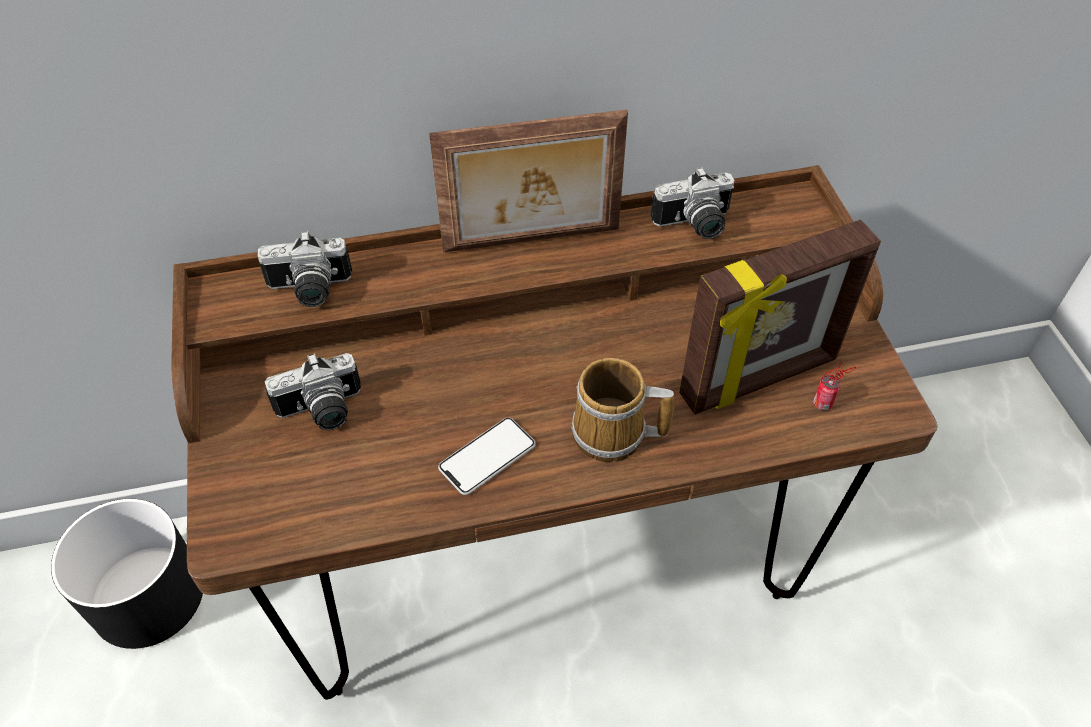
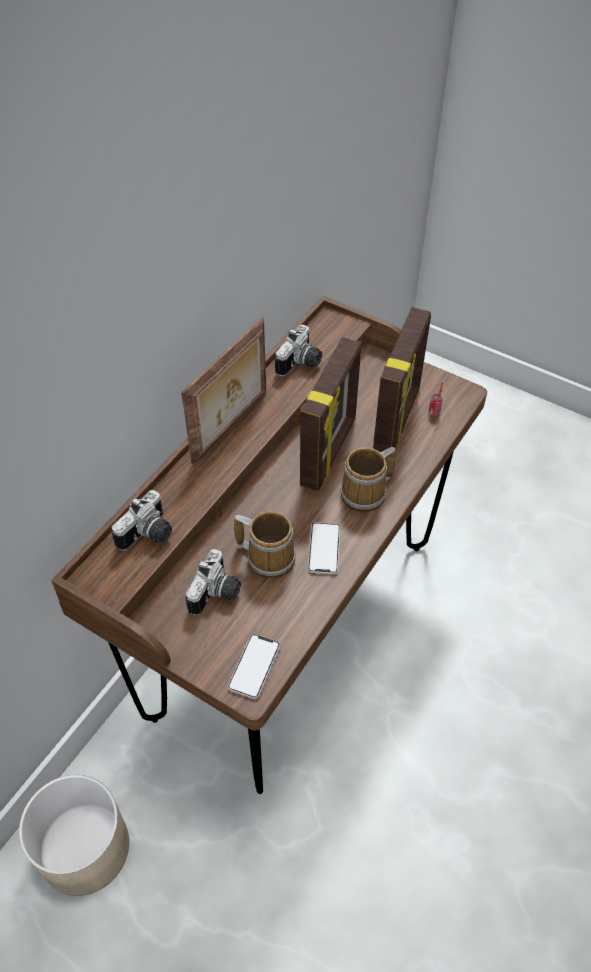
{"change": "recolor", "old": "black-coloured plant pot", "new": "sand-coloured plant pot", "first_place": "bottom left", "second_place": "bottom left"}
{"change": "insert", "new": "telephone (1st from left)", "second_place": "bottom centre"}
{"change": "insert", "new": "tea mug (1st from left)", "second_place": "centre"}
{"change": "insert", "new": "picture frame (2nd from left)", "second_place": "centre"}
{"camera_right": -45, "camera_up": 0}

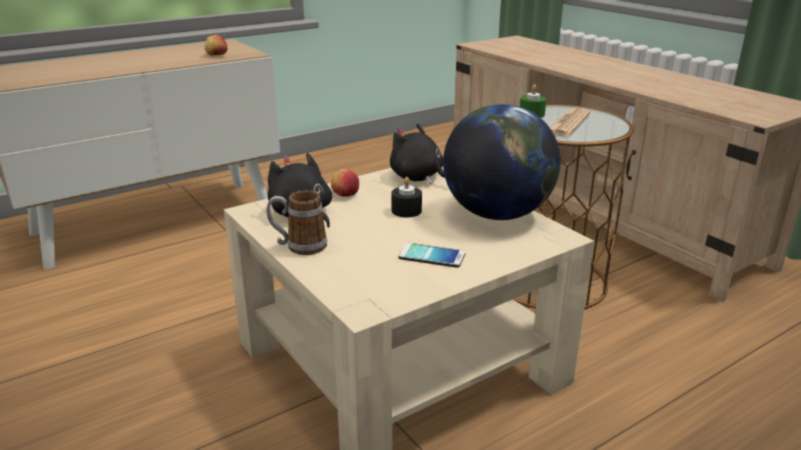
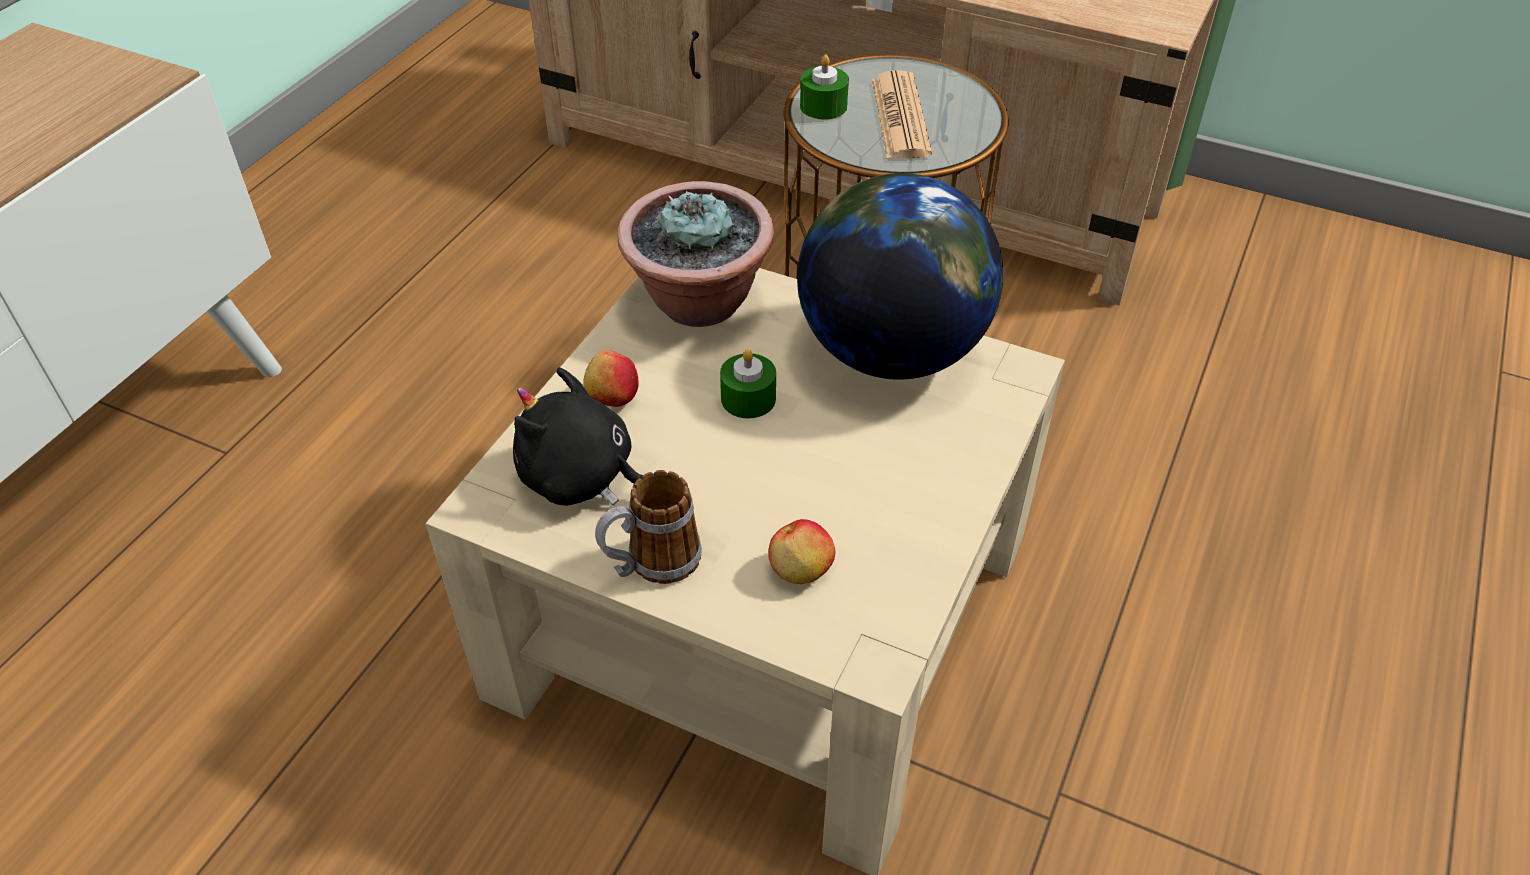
{"change": "move", "old": "apple fruit (1st from left in the first image)", "new": "apple fruit (2nd from left)", "first_place": "top left", "second_place": "centre"}
{"change": "replace", "old": "black-coloured plush toy (2nd from left)", "new": "plant in a pot", "first_place": "centre", "second_place": "top centre"}
{"change": "recolor", "old": "black-coloured wax light", "new": "greenish wax light (1st from left)", "first_place": "centre", "second_place": "centre"}
{"change": "delete", "old": "telephone", "first_place": "centre"}
{"camera_right": -30, "camera_up": 20}

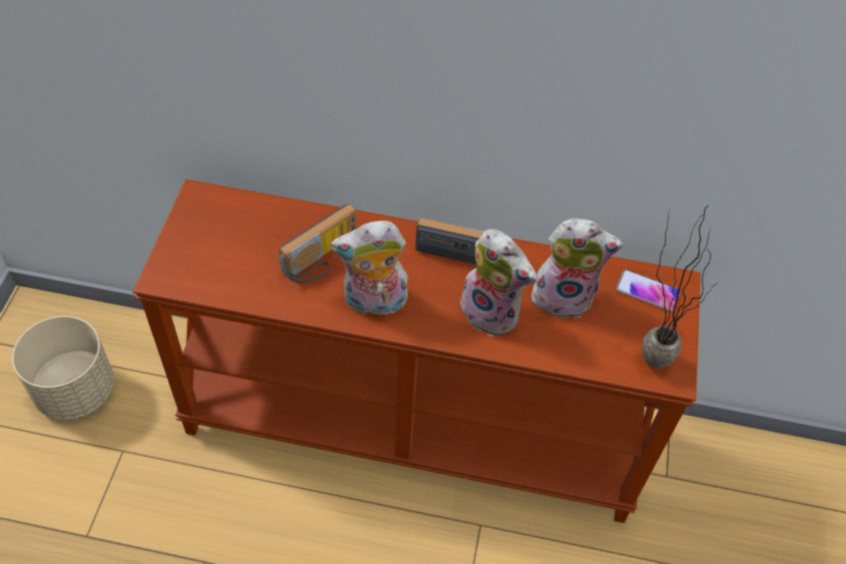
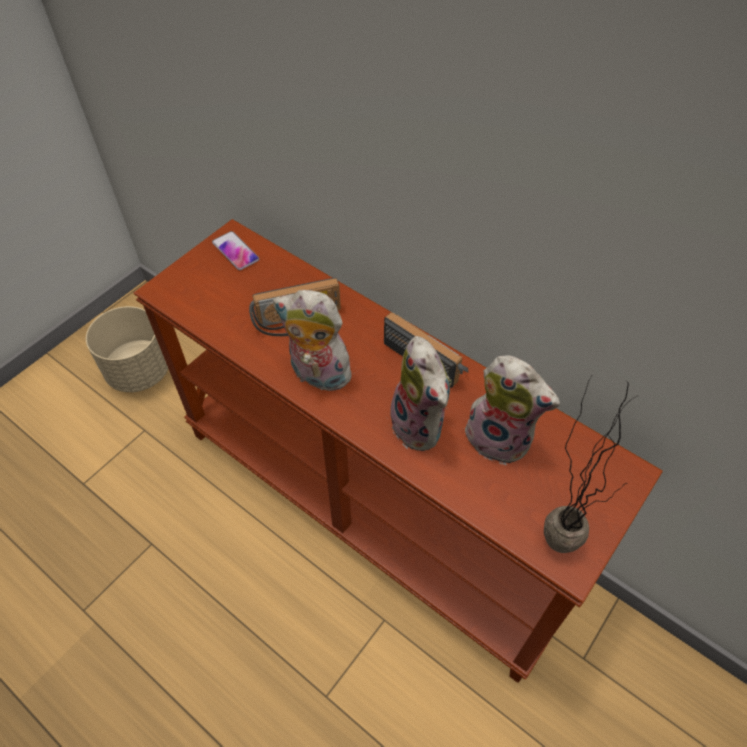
{"change": "move", "old": "telephone", "first_place": "middle right", "second_place": "middle left"}
{"camera_right": 30, "camera_up": 0}

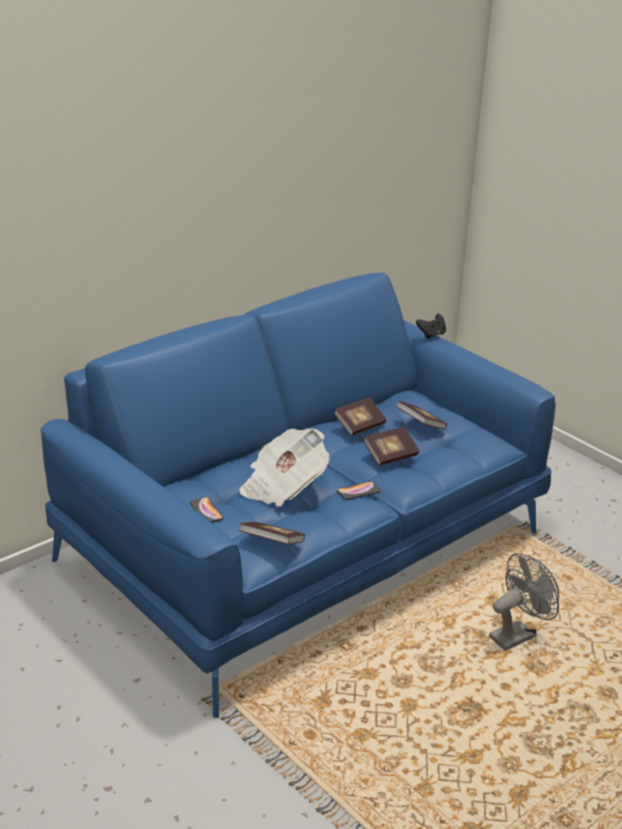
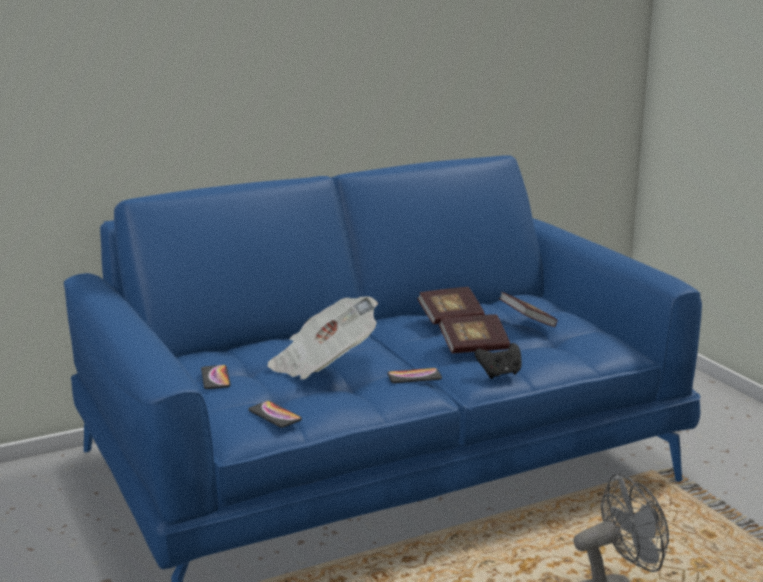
{"change": "replace", "old": "volume (1st from left)", "new": "telephone (2nd from left)", "first_place": "centre", "second_place": "bottom centre"}
{"change": "move", "old": "black-coloured game controller", "first_place": "middle right", "second_place": "centre"}
{"camera_right": 15, "camera_up": -10}

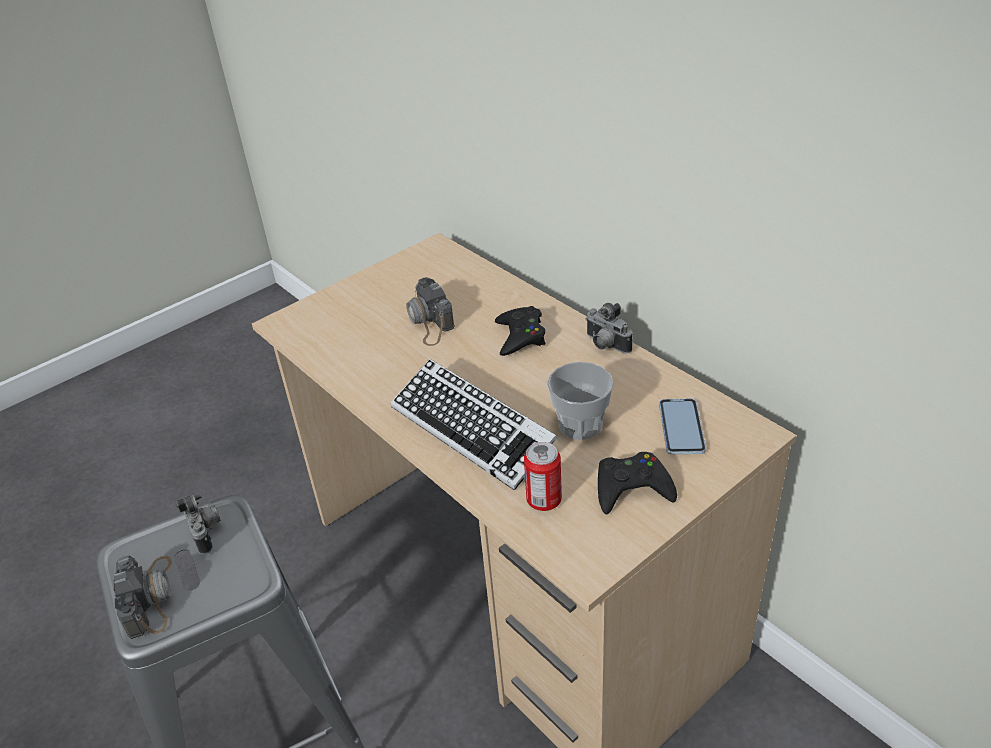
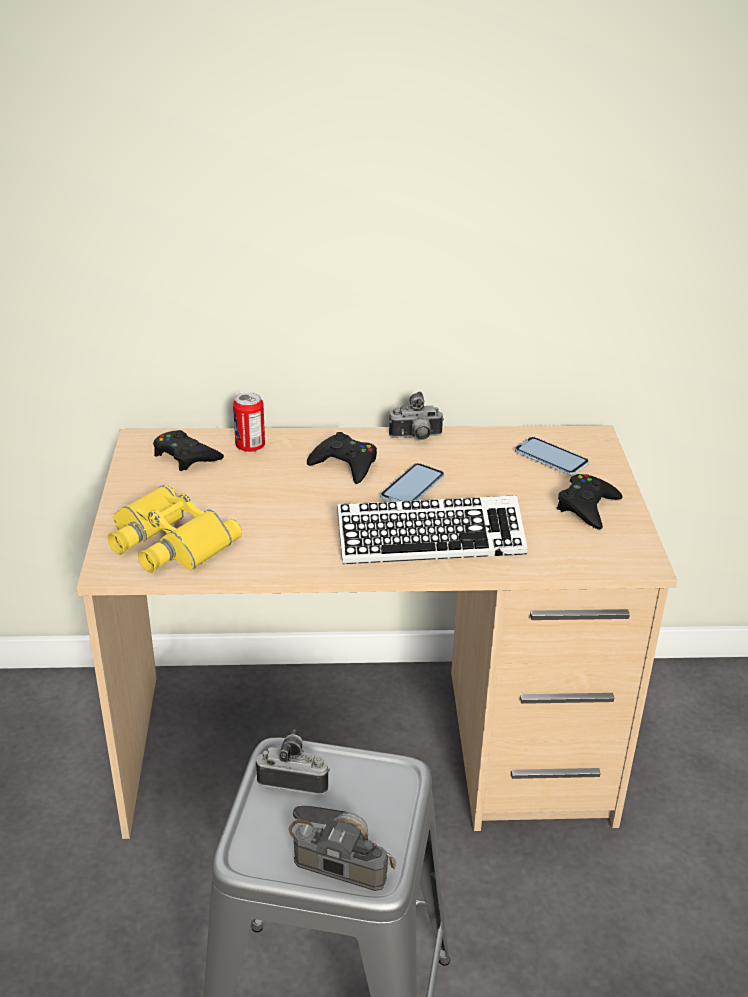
{"change": "delete", "old": "still camera (3rd from left)", "first_place": "centre"}
{"change": "move", "old": "can", "first_place": "centre", "second_place": "middle left"}
{"change": "delete", "old": "cup", "first_place": "centre"}
{"change": "insert", "new": "yellow-coloured binoculars", "second_place": "middle left"}
{"change": "insert", "new": "black-coloured game controller (1st from left)", "second_place": "middle left"}
{"change": "insert", "new": "telephone (1st from left)", "second_place": "centre"}
{"camera_right": -55, "camera_up": -5}

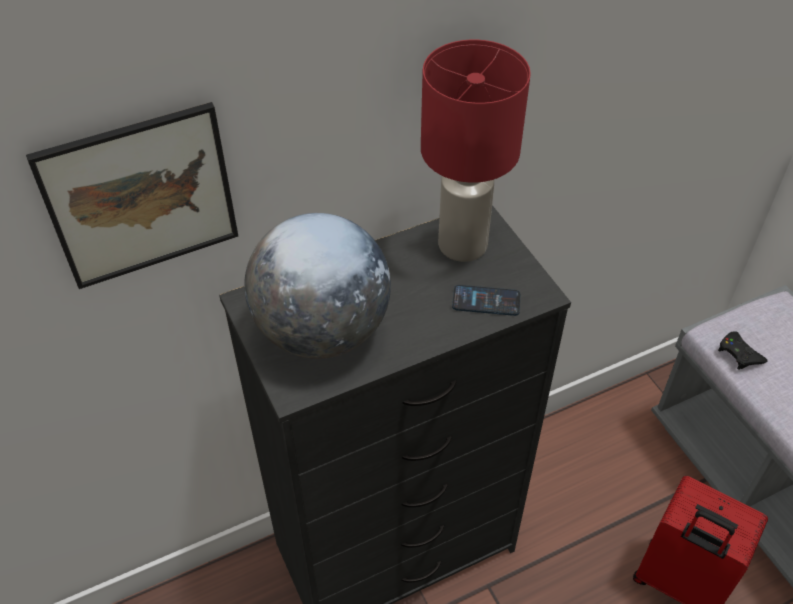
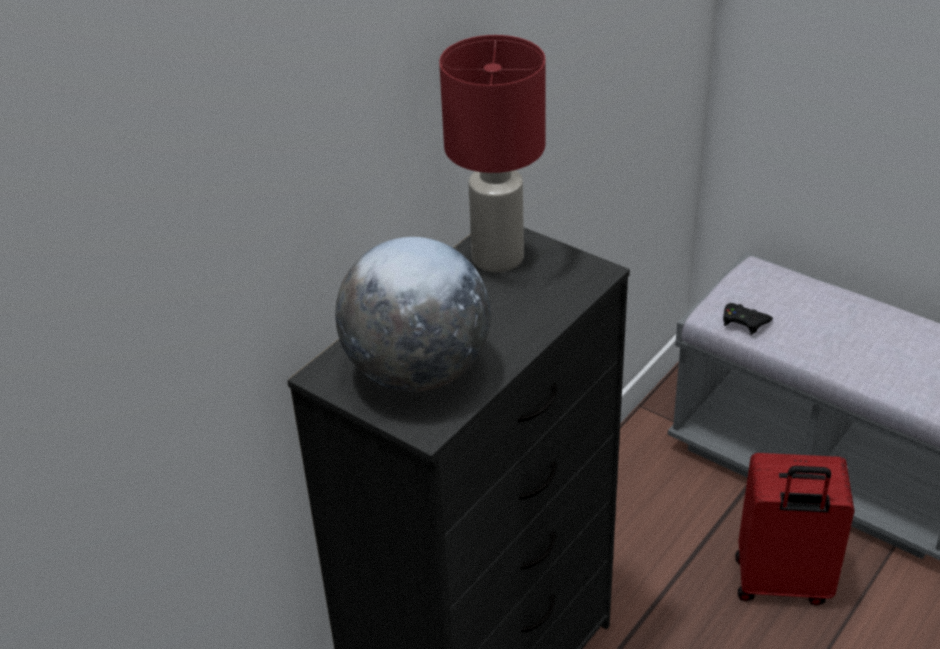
{"change": "delete", "old": "wall picture", "first_place": "top left"}
{"change": "delete", "old": "telephone", "first_place": "centre"}
{"camera_right": -25, "camera_up": -10}

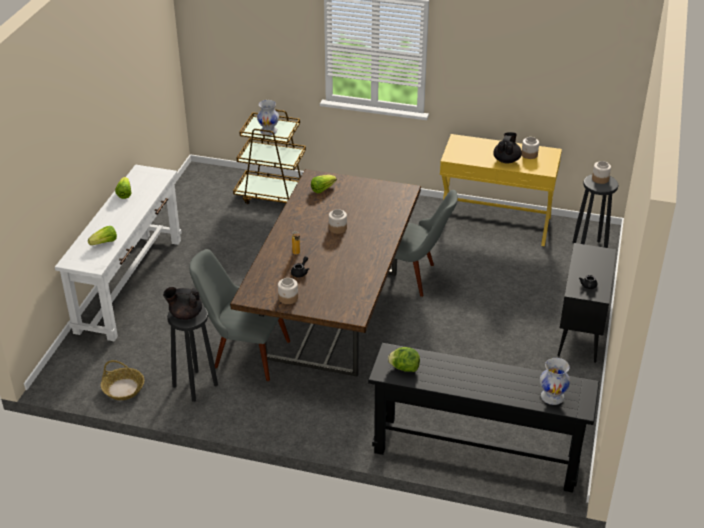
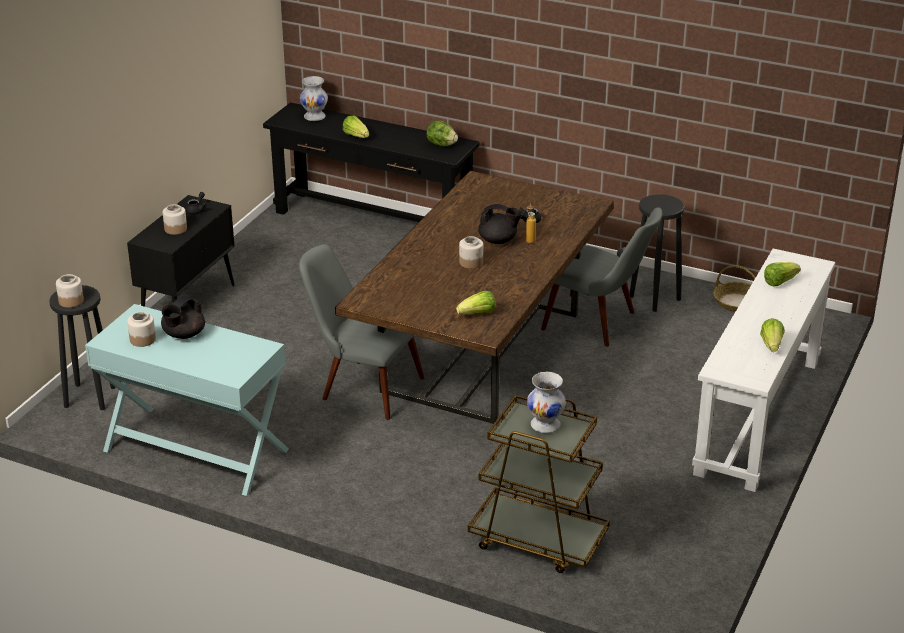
{"change": "move", "old": "black-coloured teapot (1st from left in the first image)", "new": "black-coloured teapot (3rd from left)", "first_place": "middle left", "second_place": "centre"}
{"change": "move", "old": "preserve jar (1st from left in the first image)", "new": "preserve jar (3rd from left)", "first_place": "centre", "second_place": "middle left"}
{"change": "recolor", "old": "yellow-coloured hall table", "new": "turquoise-coloured hall table", "first_place": "middle right", "second_place": "middle left"}
{"change": "insert", "new": "head of lettuce (1st from left)", "second_place": "top centre"}
{"camera_right": -170, "camera_up": -5}

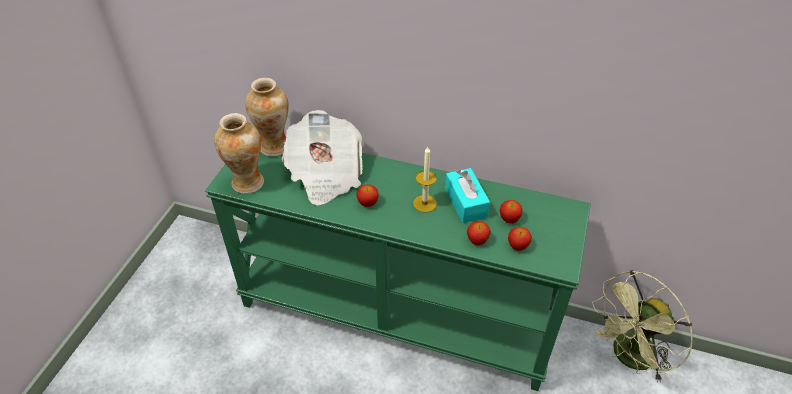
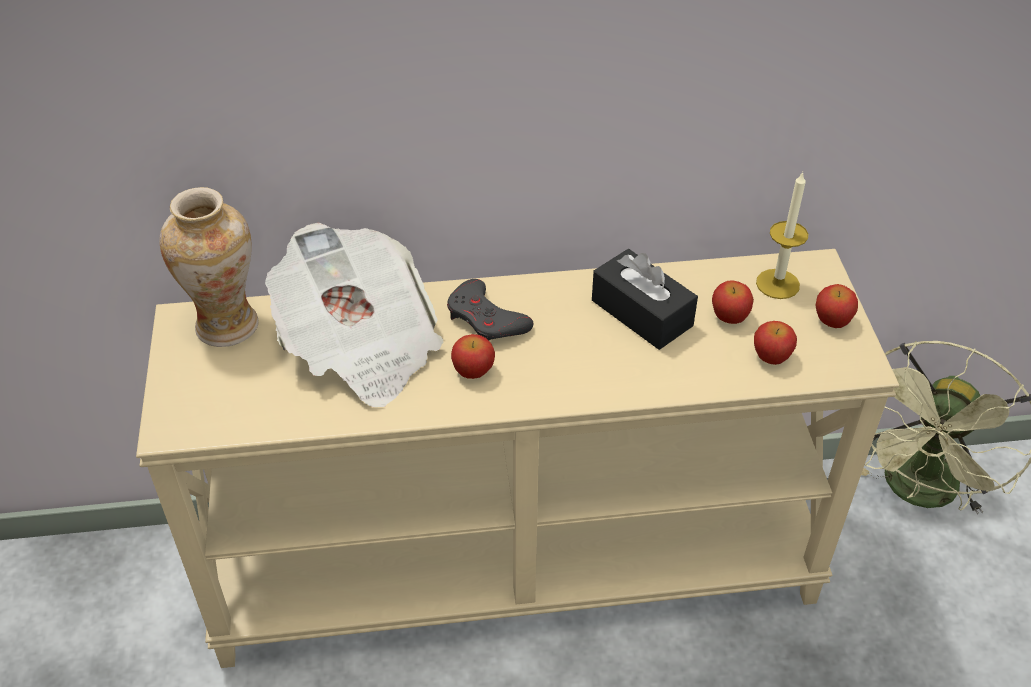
{"change": "recolor", "old": "greenish hall table", "new": "sand-coloured hall table", "first_place": "bottom centre", "second_place": "bottom centre"}
{"change": "delete", "old": "flower vase (1st from left)", "first_place": "middle left"}
{"change": "move", "old": "wax light", "first_place": "centre", "second_place": "middle right"}
{"change": "recolor", "old": "turquoise-coloured box of tissues", "new": "black-coloured box of tissues", "first_place": "centre", "second_place": "centre"}
{"change": "move", "old": "apple fruit (2nd from left in the first image)", "new": "apple fruit (4th from left)", "first_place": "centre", "second_place": "middle right"}
{"change": "insert", "new": "greyish game controller", "second_place": "centre"}
{"camera_right": -25, "camera_up": 0}

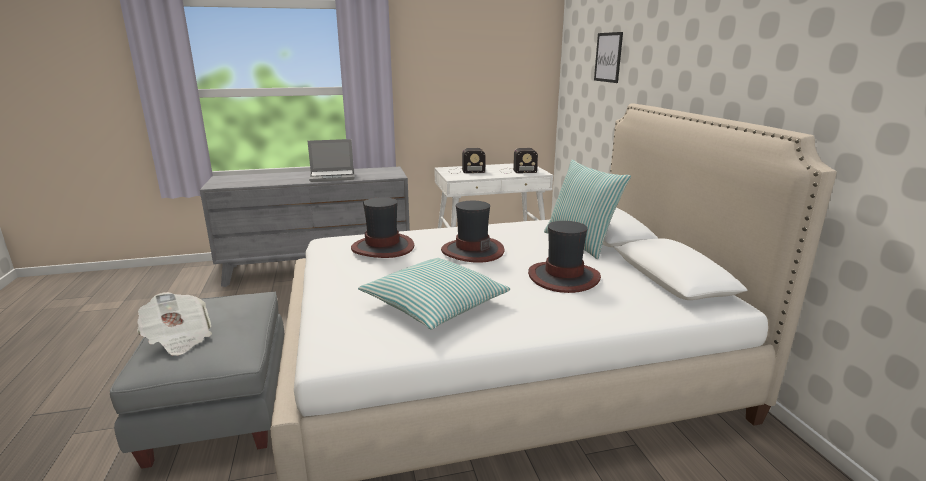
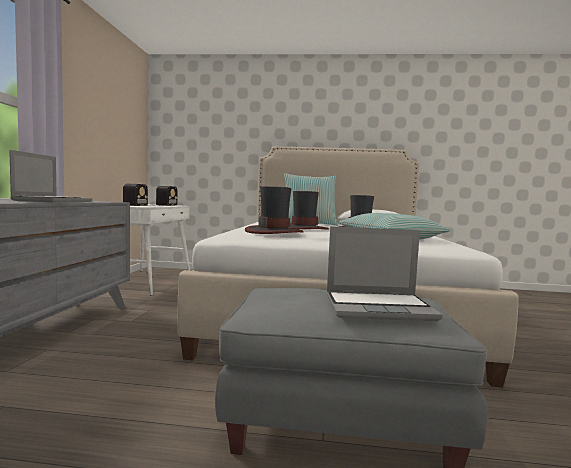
{"change": "replace", "old": "printed paper", "new": "portable computer (2nd from left)", "first_place": "bottom left", "second_place": "middle right"}
{"change": "delete", "old": "wall picture", "first_place": "top centre"}
{"camera_right": -70, "camera_up": -15}

